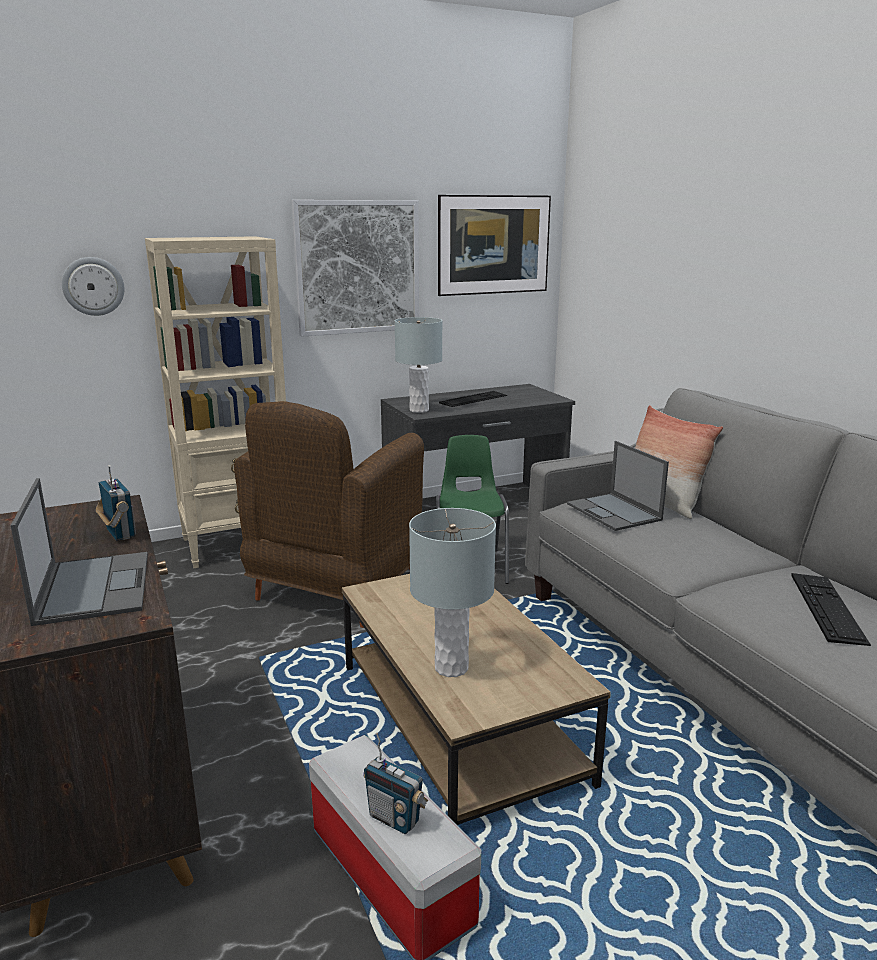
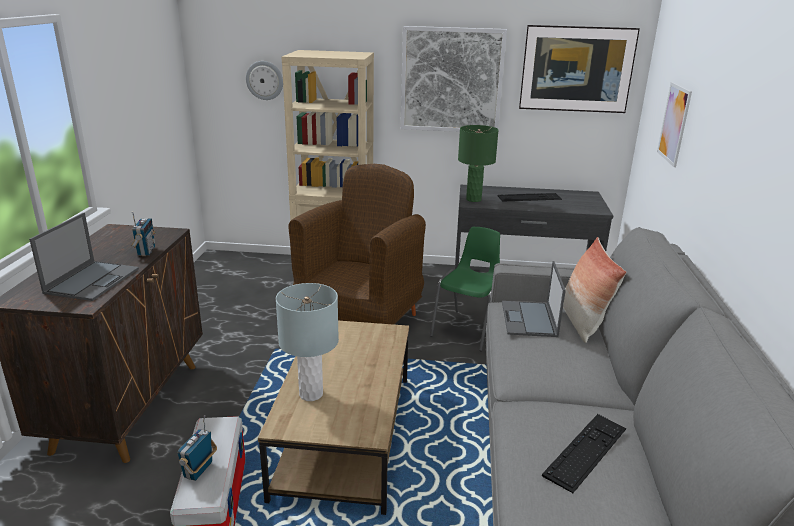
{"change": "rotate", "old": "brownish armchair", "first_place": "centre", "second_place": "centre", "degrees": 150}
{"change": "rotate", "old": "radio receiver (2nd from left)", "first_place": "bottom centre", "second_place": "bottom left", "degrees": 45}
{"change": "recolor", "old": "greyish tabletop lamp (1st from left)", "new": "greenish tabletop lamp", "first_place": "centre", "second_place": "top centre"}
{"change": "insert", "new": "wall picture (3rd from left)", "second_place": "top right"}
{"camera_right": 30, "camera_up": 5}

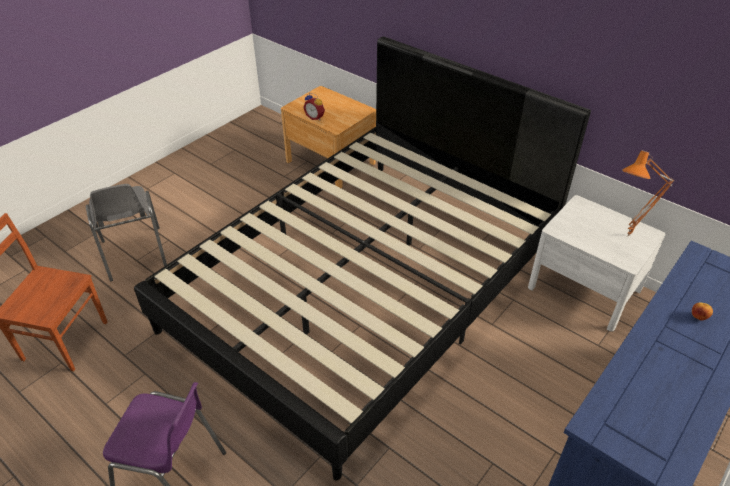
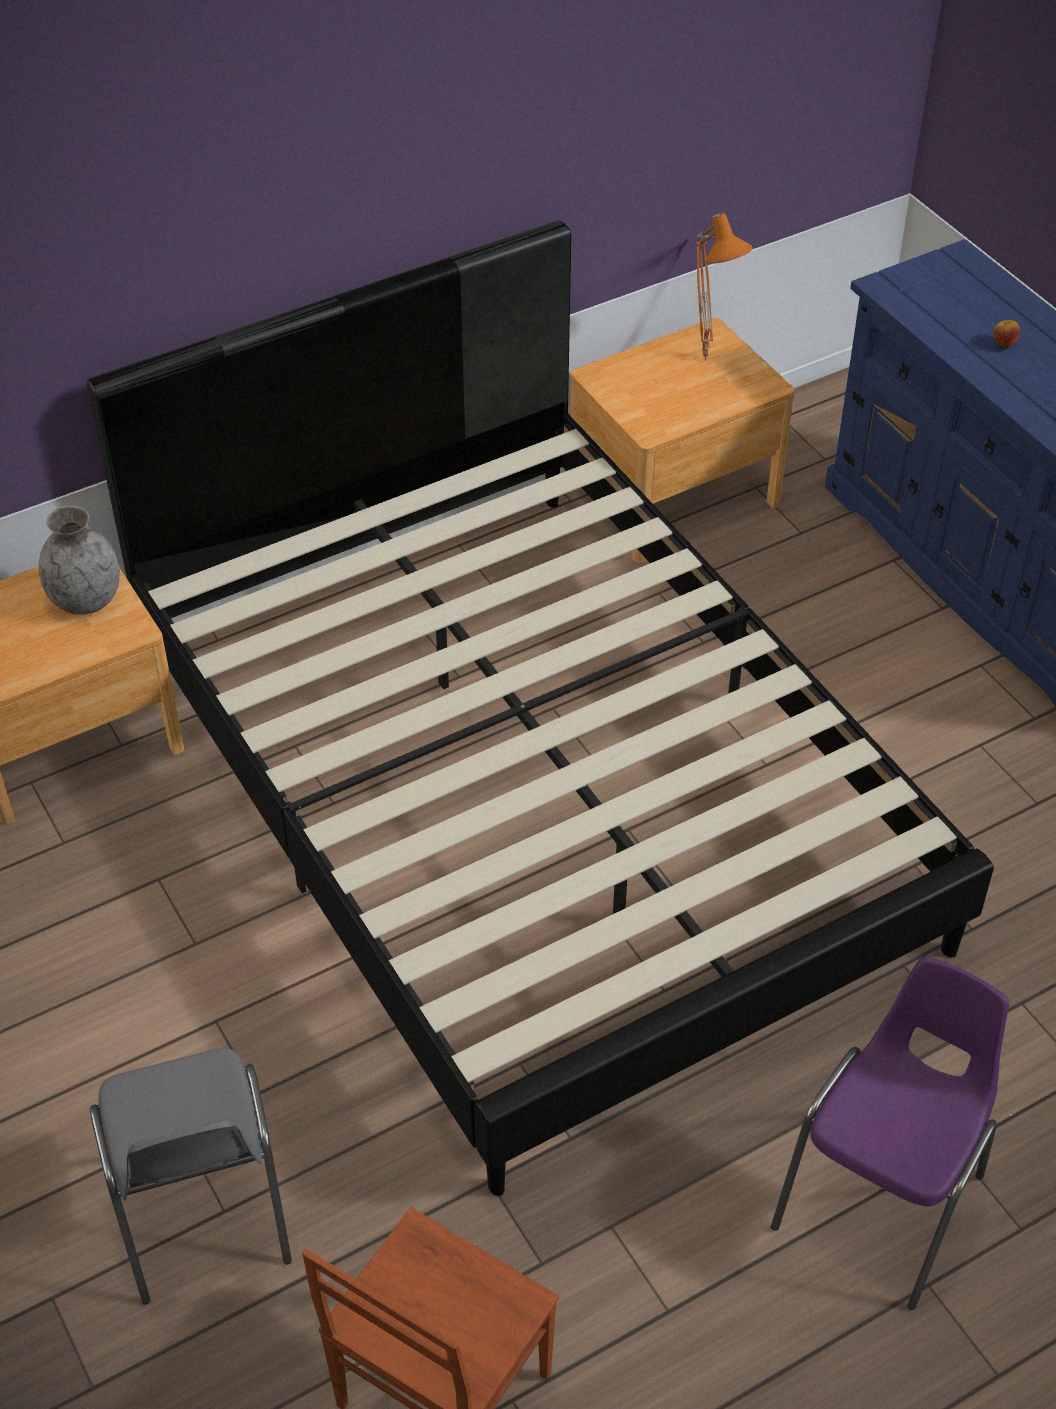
{"change": "rotate", "old": "greyish plain chair", "first_place": "middle left", "second_place": "bottom left", "degrees": 75}
{"change": "delete", "old": "table clock", "first_place": "top centre"}
{"change": "recolor", "old": "whitish nightstand", "new": "brownish nightstand (2nd from left)", "first_place": "middle right", "second_place": "top centre"}
{"change": "insert", "new": "greyish flower vase", "second_place": "middle left"}
{"camera_right": -70, "camera_up": 5}

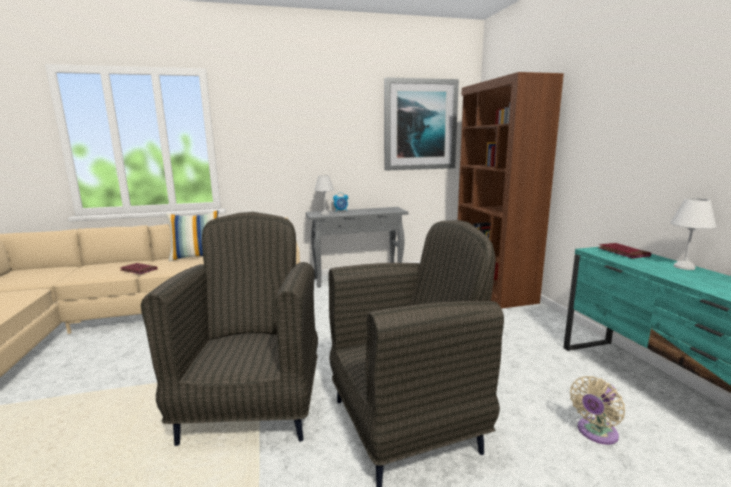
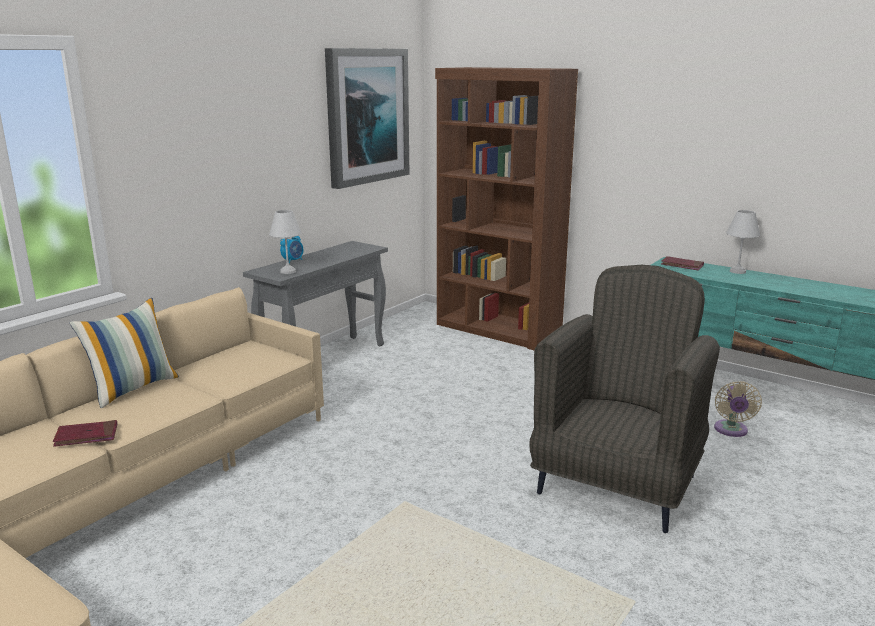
{"change": "delete", "old": "greyish armchair (1st from left)", "first_place": "bottom left"}
{"camera_right": -40, "camera_up": 5}

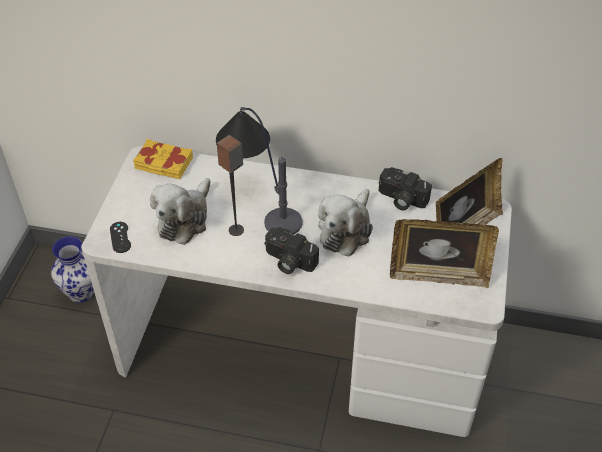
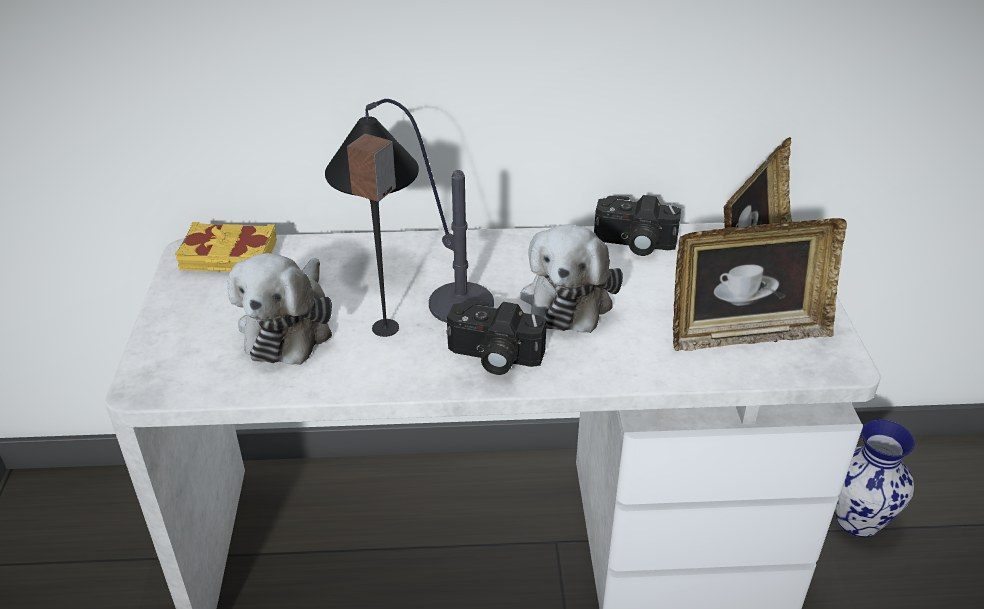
{"change": "move", "old": "flower vase", "first_place": "middle left", "second_place": "bottom right"}
{"change": "delete", "old": "black-coloured game controller", "first_place": "middle left"}
{"camera_right": -15, "camera_up": -10}

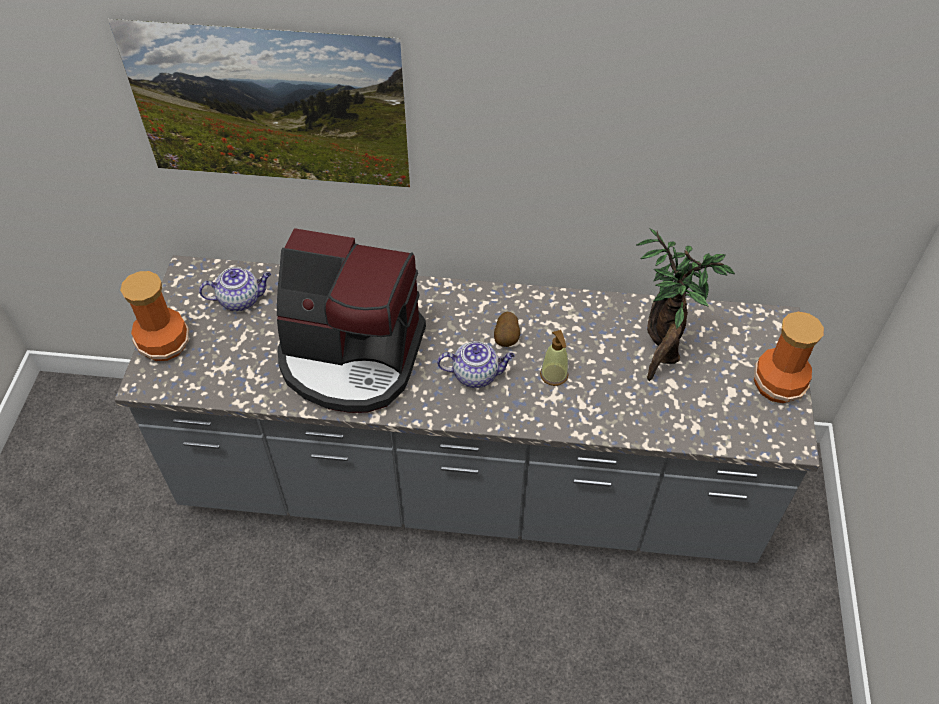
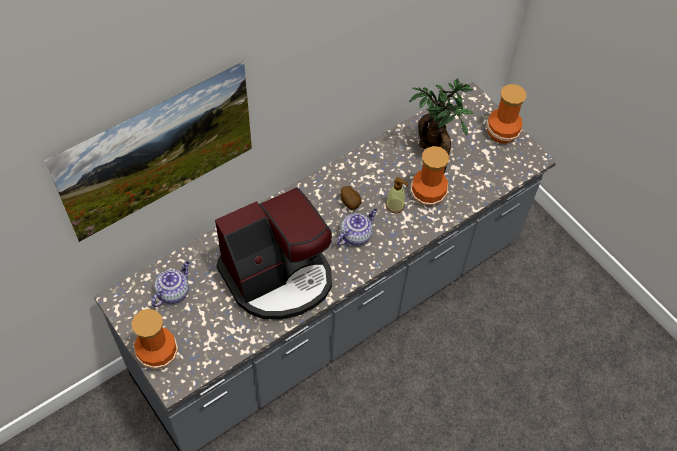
{"change": "insert", "new": "flower vase (2nd from left)", "second_place": "centre"}
{"camera_right": -45, "camera_up": 5}

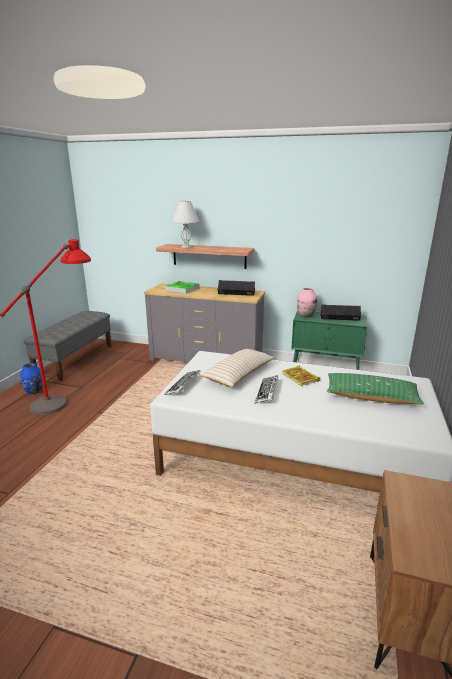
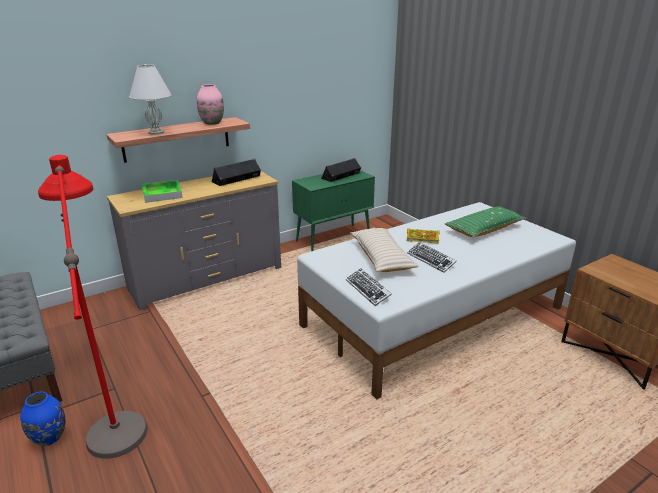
{"change": "move", "old": "pink-coloured flower vase", "first_place": "middle right", "second_place": "top left"}
{"camera_right": -50, "camera_up": 5}

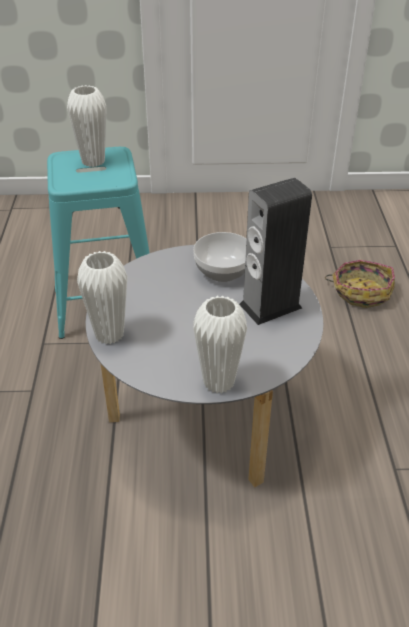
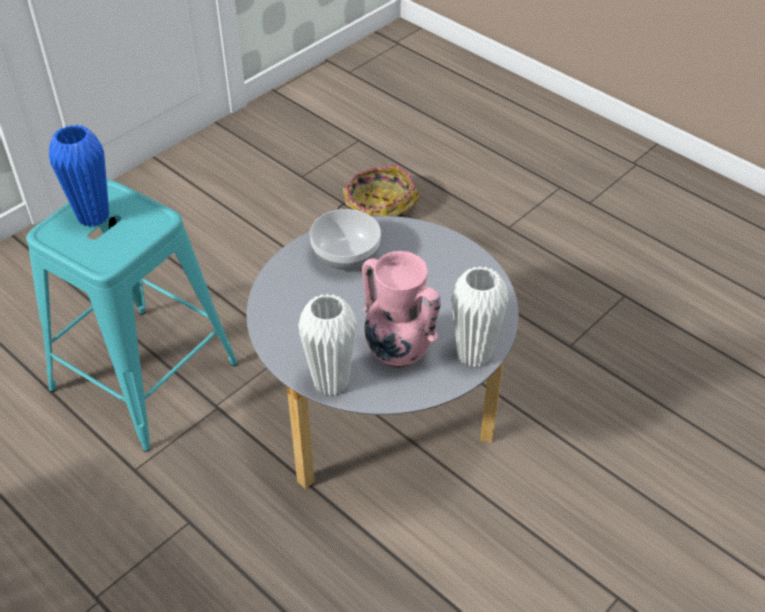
{"change": "recolor", "old": "whitish flower vase (1st from left)", "new": "blue-coloured flower vase", "first_place": "top left", "second_place": "top left"}
{"change": "delete", "old": "loudspeaker", "first_place": "middle right"}
{"change": "insert", "new": "pink-coloured flower vase", "second_place": "centre"}
{"camera_right": -45, "camera_up": 5}

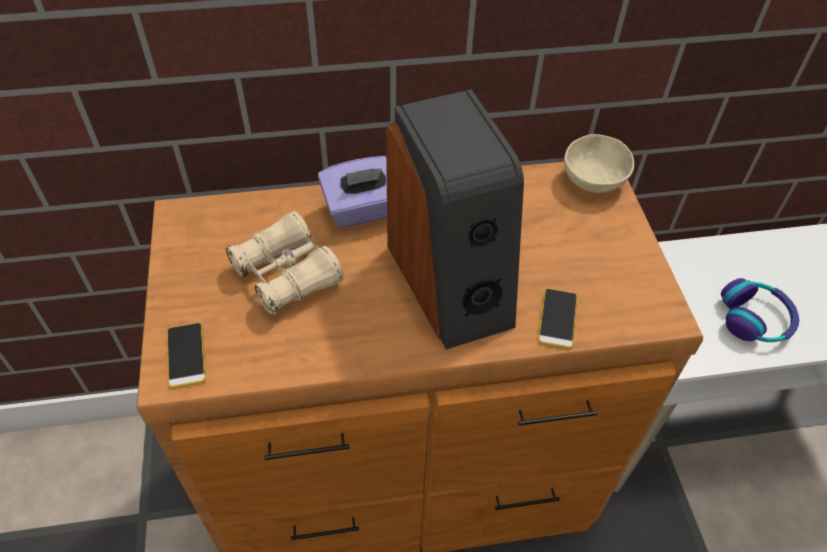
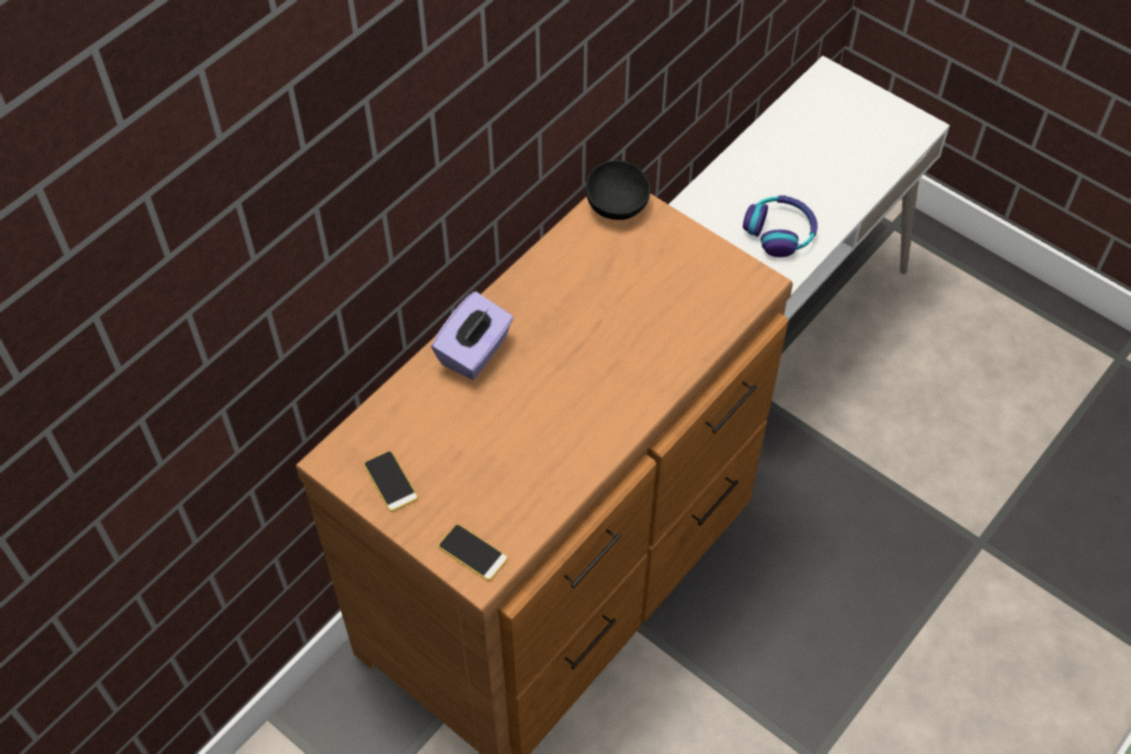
{"change": "delete", "old": "sand-coloured binoculars", "first_place": "centre"}
{"change": "delete", "old": "loudspeaker", "first_place": "centre"}
{"change": "move", "old": "telephone (2nd from left in the first image)", "new": "telephone (1st from left)", "first_place": "middle right", "second_place": "centre"}
{"change": "recolor", "old": "sand-coloured serving bowl", "new": "black-coloured serving bowl", "first_place": "top right", "second_place": "top centre"}
{"camera_right": -40, "camera_up": 5}

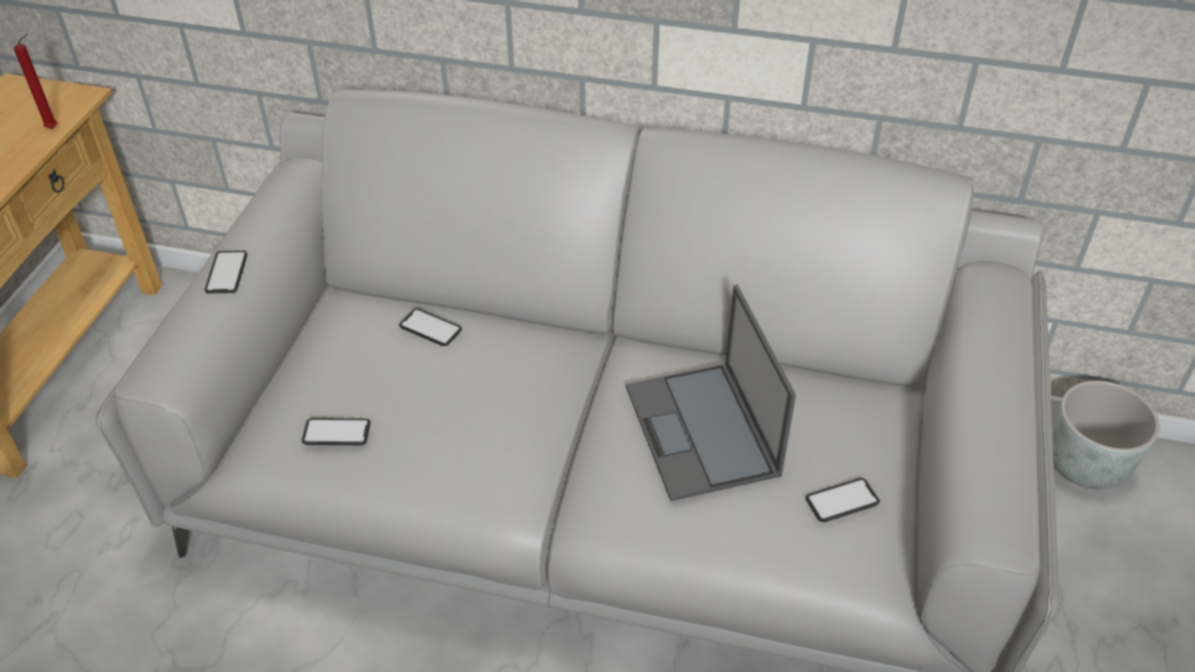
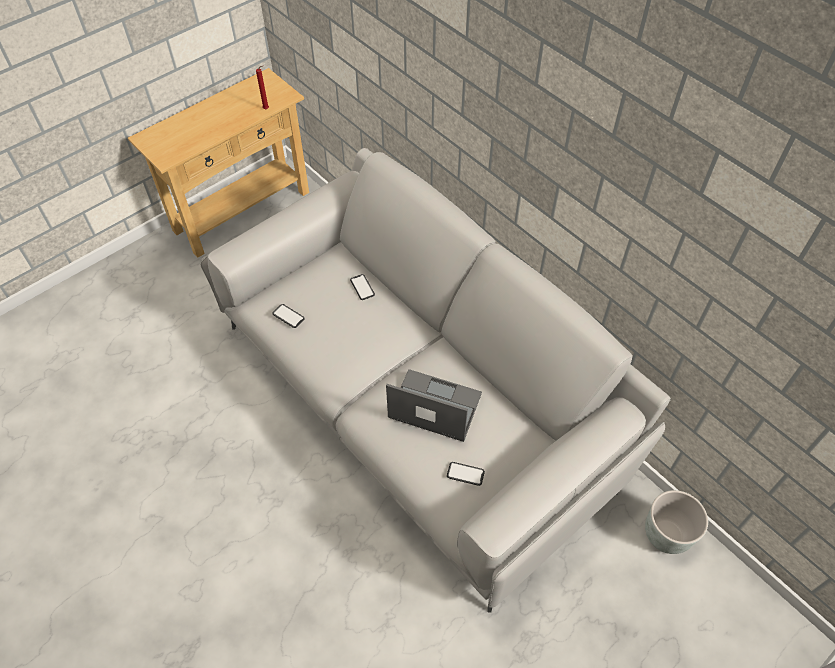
{"change": "delete", "old": "telephone (1st from left)", "first_place": "middle left"}
{"change": "rotate", "old": "portable computer", "first_place": "centre", "second_place": "centre", "degrees": 90}
{"camera_right": 35, "camera_up": 10}

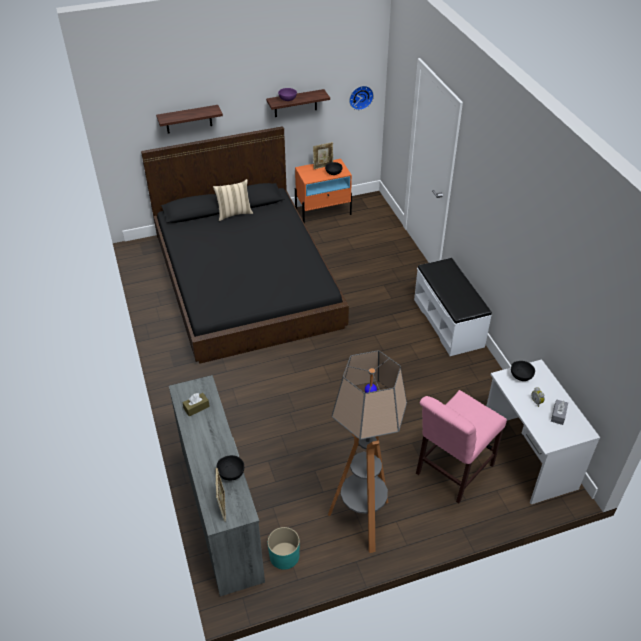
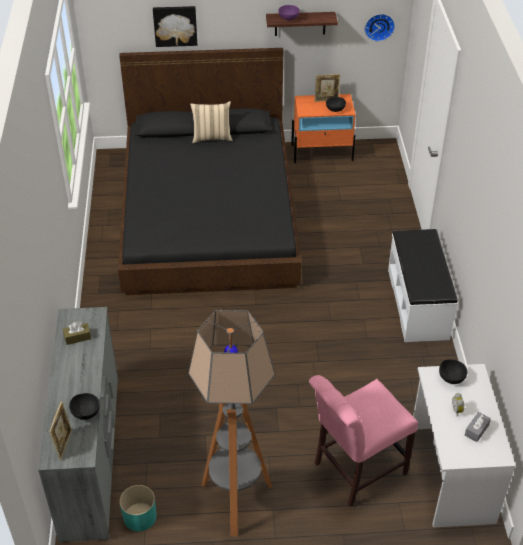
{"change": "replace", "old": "bracket shelf (1st from left)", "new": "wall picture", "first_place": "top left", "second_place": "top centre"}
{"camera_right": 15, "camera_up": 0}

